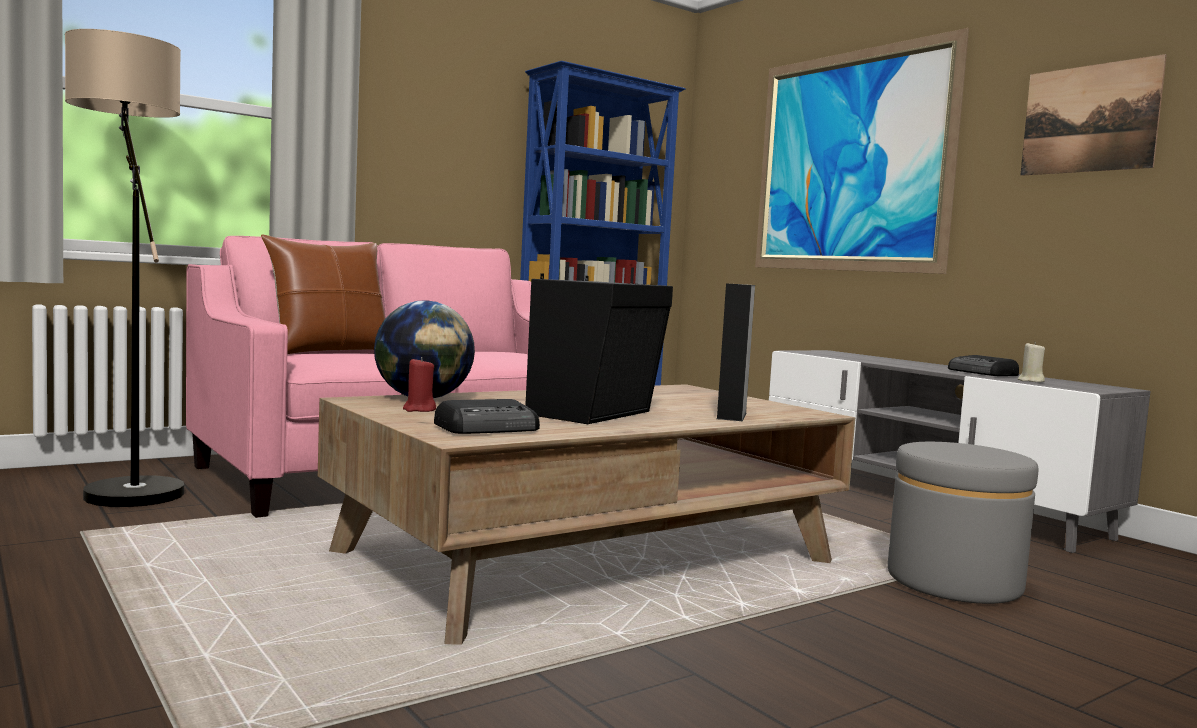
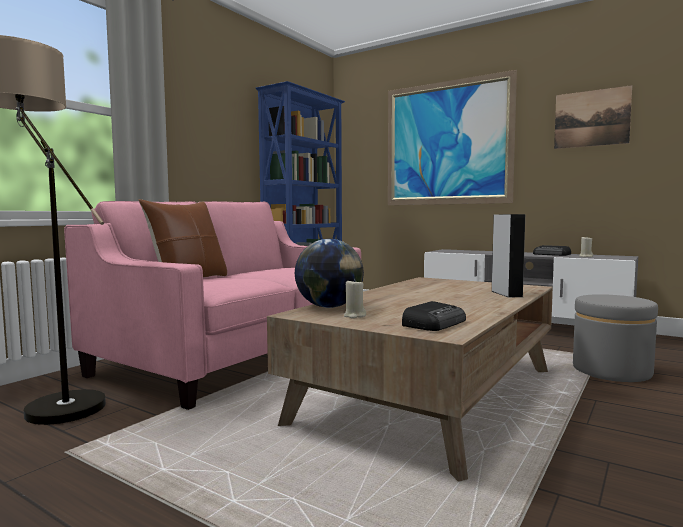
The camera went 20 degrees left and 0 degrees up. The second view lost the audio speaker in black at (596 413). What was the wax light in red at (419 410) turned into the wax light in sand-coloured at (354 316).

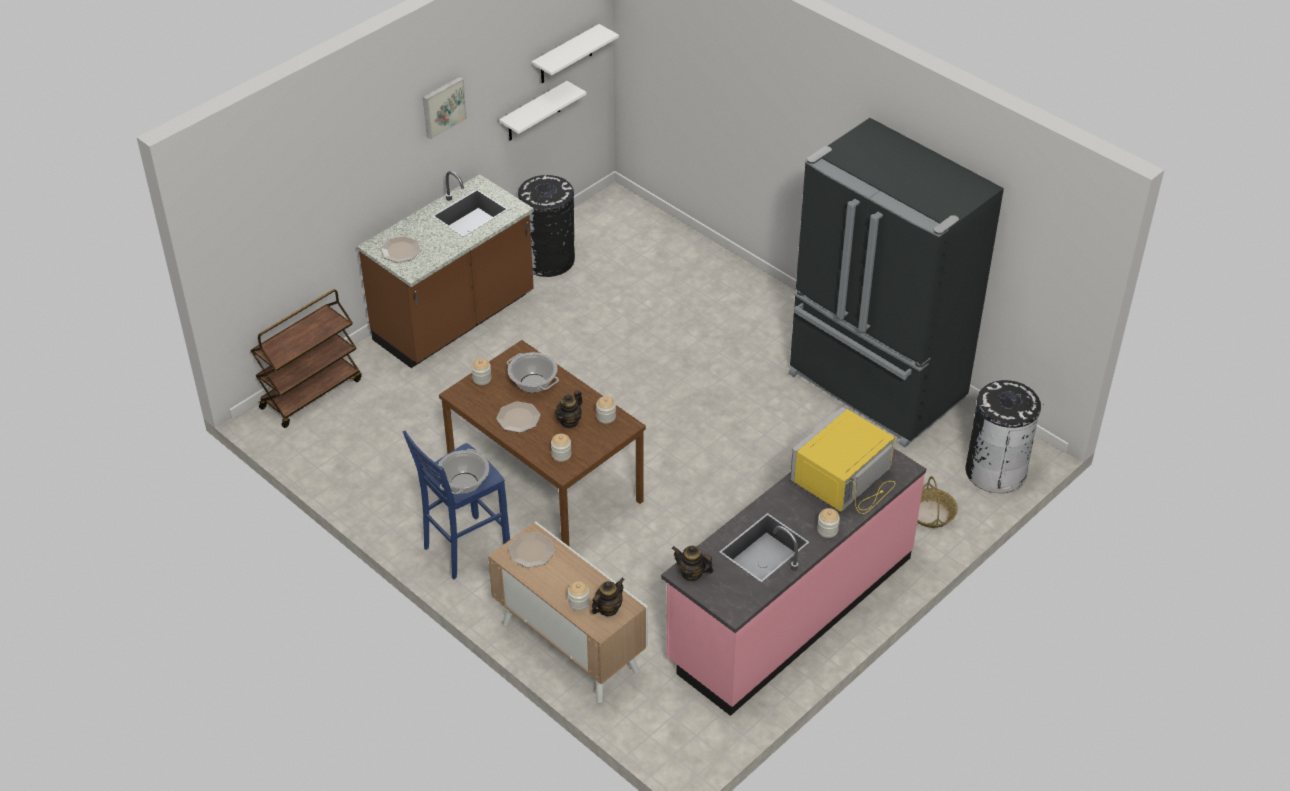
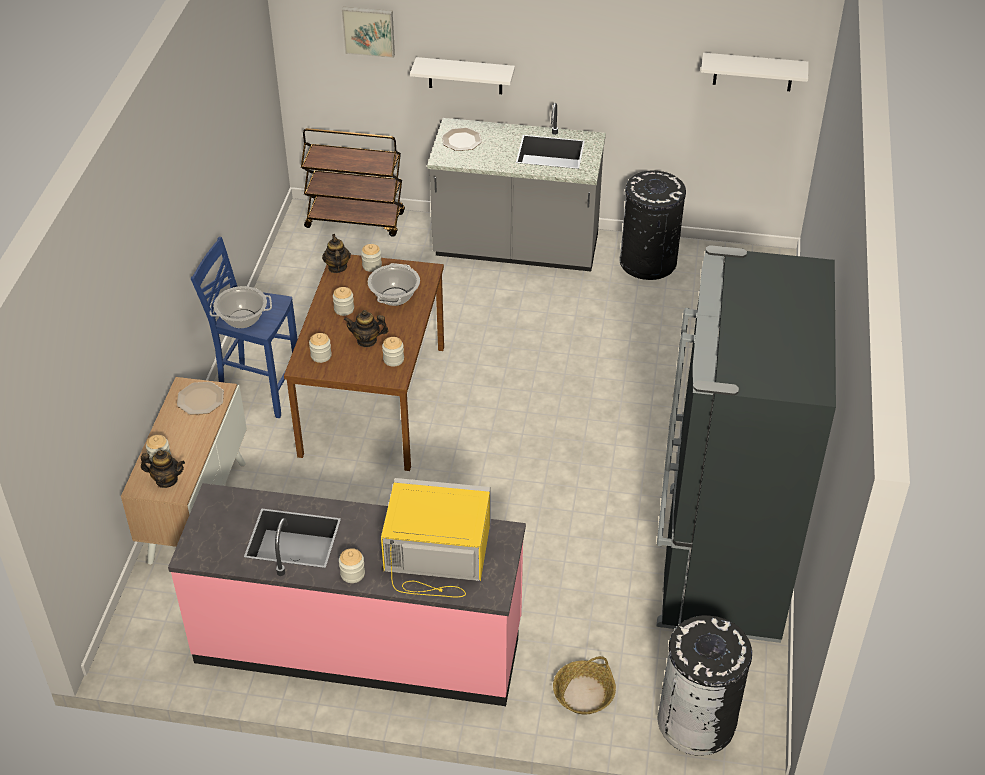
The camera went 55 degrees right and 0 degrees up. The picture ended up elsewhere, having gone from (443 106) to (369 30). The wall shelf in white-coloured ended up elsewhere, having gone from (534 112) to (465 76). What was the kitchen base unit in brown-coloured at (455 320) turned into the kitchen base unit in gray at (516 249). Where the dinner plate stood at (519 418), the jar came to stand at (344 309). The teapot ended up elsewhere, having gone from (691 574) to (337 267).

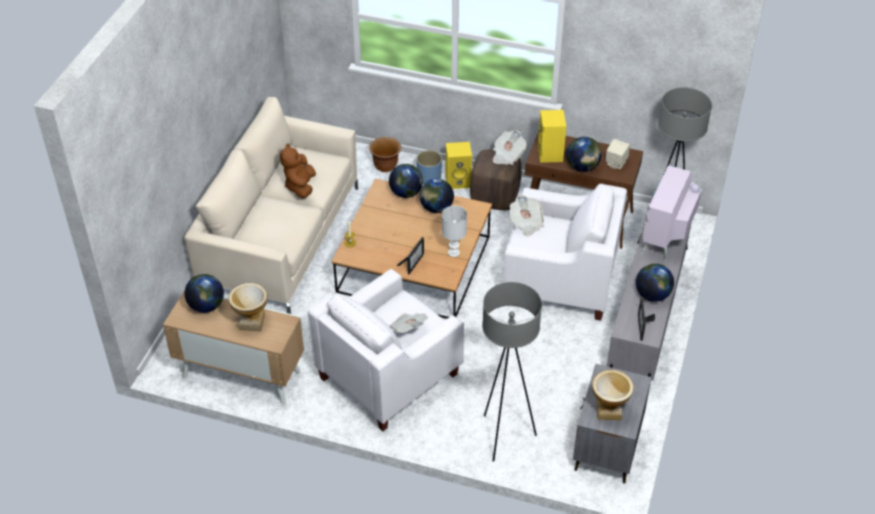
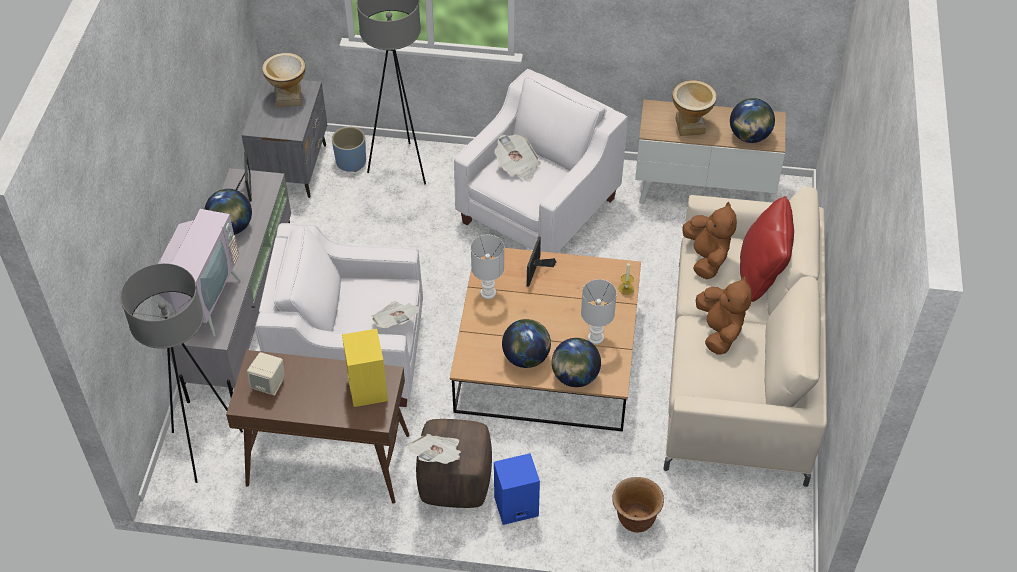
The camera went 170 degrees right and 5 degrees up. The second view lost the world globe at (582 167). What was the audio speaker in yellow-coloured at (459 181) turned into the audio speaker in blue at (515 507). The planter in blue ended up elsewhere, having gone from (429 178) to (350 162). The second view gained the pillow in red at (761 275). The second view gained the cuddly toy in brown-coloured at (706 258). The second view gained the tabletop lamp in white-coloured at (595 337).

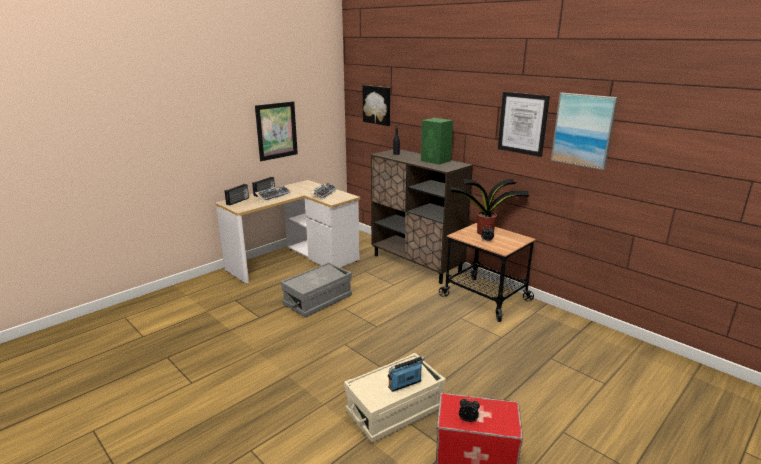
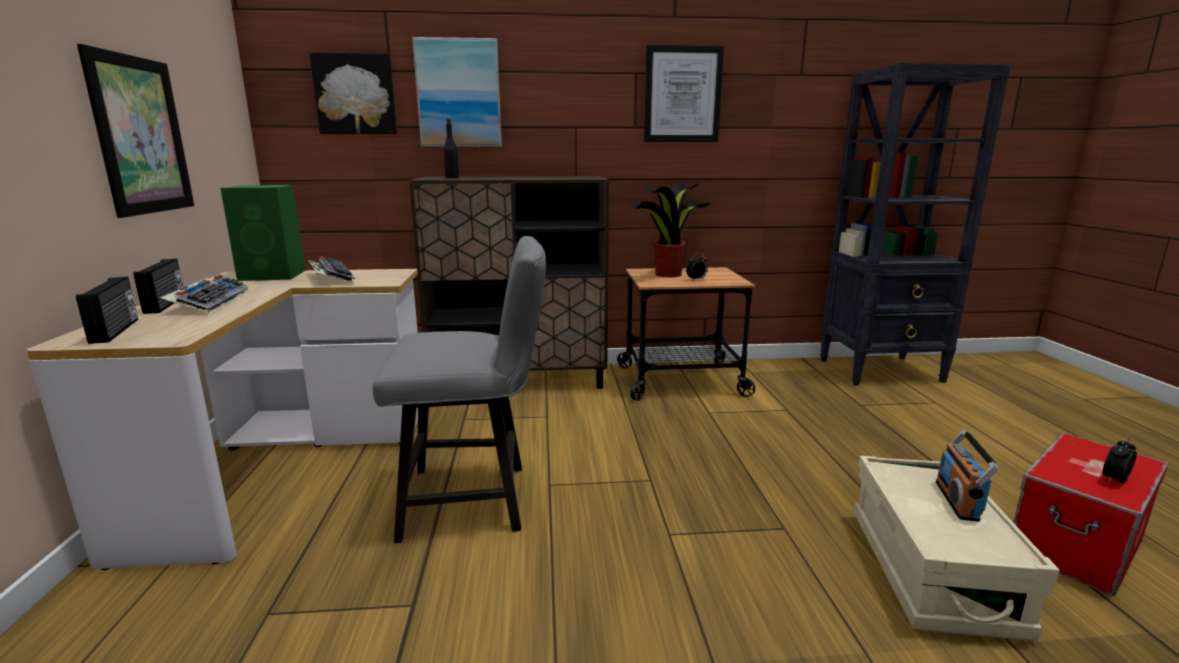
The camera went 50 degrees left and 5 degrees down. The picture ended up elsewhere, having gone from (583 130) to (459 94). The audio speaker in green ended up elsewhere, having gone from (436 161) to (274 275). Where the storage container in gray stood at (318 300), the chair in gray came to stand at (477 499). The second view gained the bookshelf in black at (881 371).

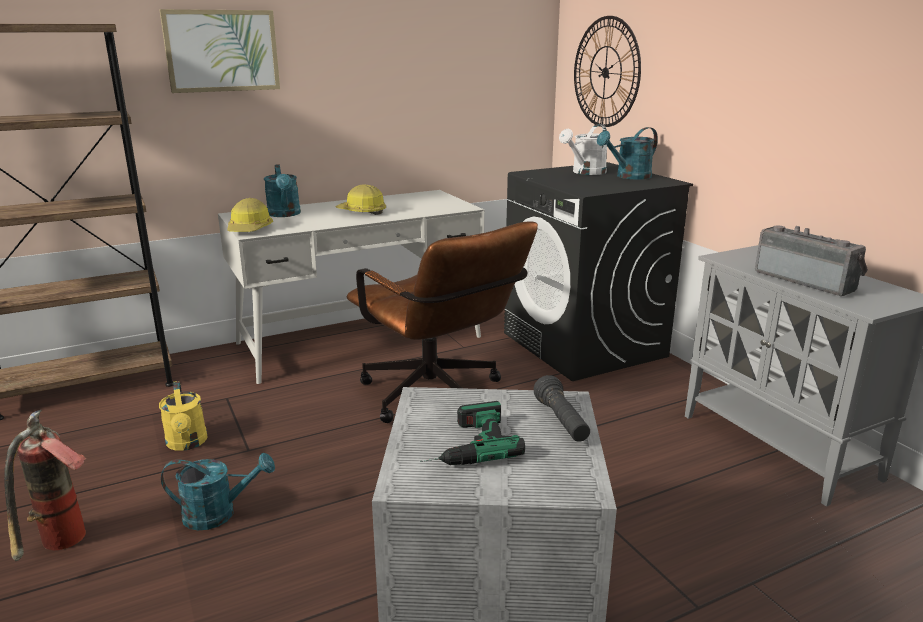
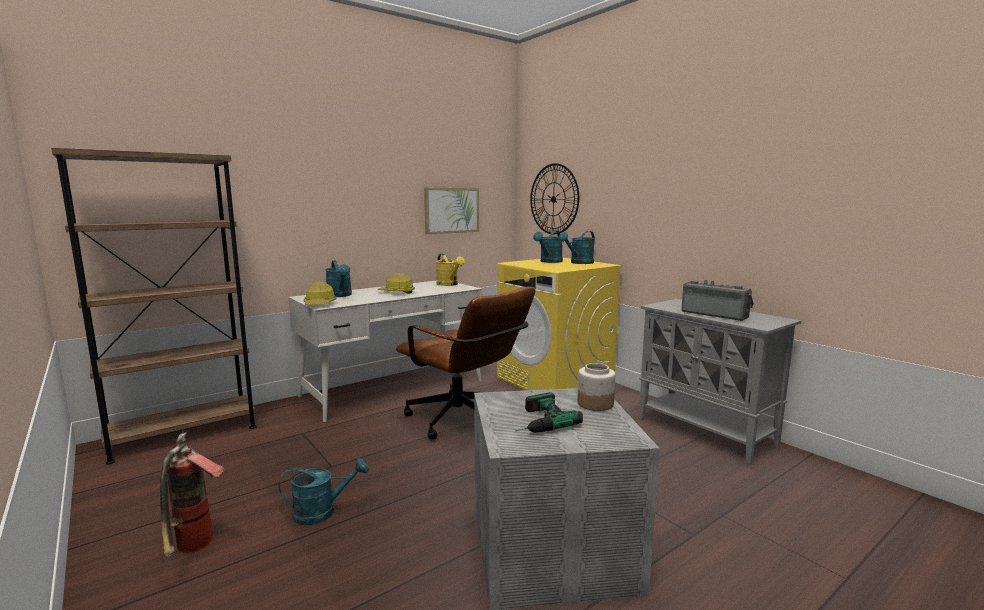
The camera went 10 degrees left and 10 degrees down. The picture ended up elsewhere, having gone from (222 51) to (451 210). What was the watering can in white-coloured at (585 172) turned into the watering can in turquoise at (549 262). What was the laundry machine in black at (584 345) turned into the laundry machine in yellow-coloured at (555 381). Where the flashlight in black stood at (561 422), the jar came to stand at (595 404). The watering can in yellow-coloured ended up elsewhere, having gone from (187 443) to (449 284).

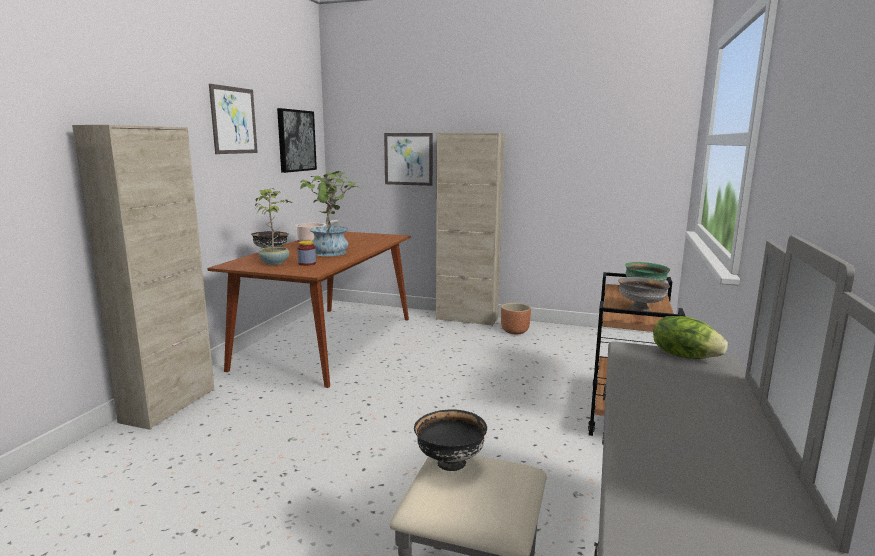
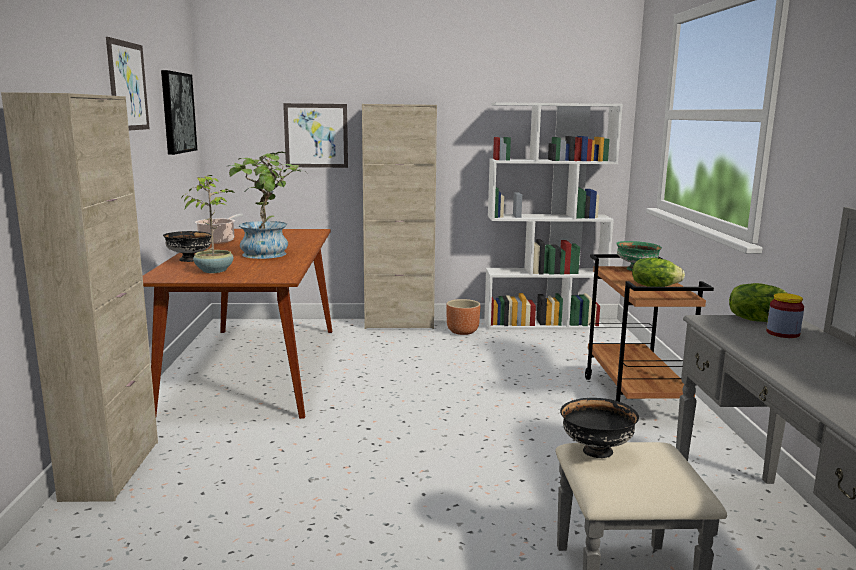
The camera went 20 degrees left and 0 degrees up. The jar ended up elsewhere, having gone from (307 263) to (782 333). Where the bowl in gray stood at (640 308), the lettuce came to stand at (654 286). The second view gained the bookshelf in white-coloured at (544 324).

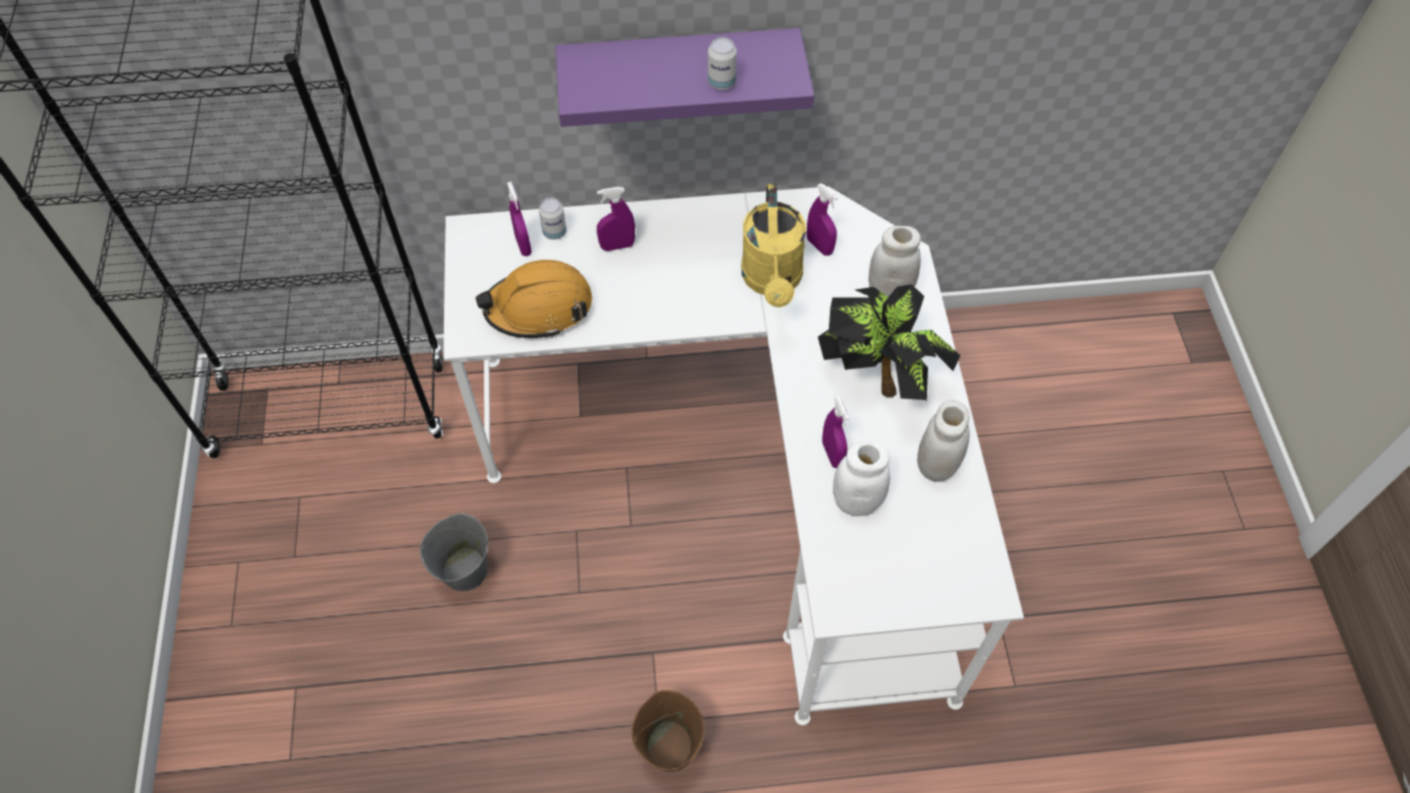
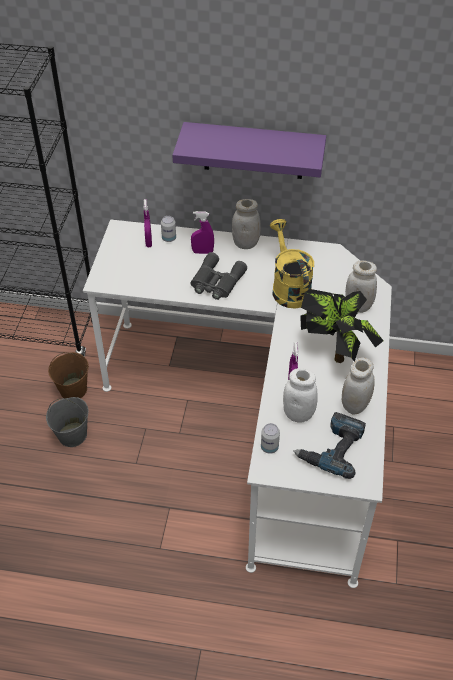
The camera went 15 degrees right and 10 degrees down. The metal can ended up elsewhere, having gone from (721 82) to (269 447). The second view lost the hand sprayer in purple at (819 246). The watering can in yellow-coloured at (773 281) ended up facing another way, 150 degrees clockwise from before. The second view lost the hard hat in orange-coloured at (539 307). The bucket in brown-coloured ended up elsewhere, having gone from (669 746) to (73 389). The second view gained the jar in white-coloured at (245 243). The second view gained the field glasses in gray at (216 282). The second view gained the drill at (332 447).

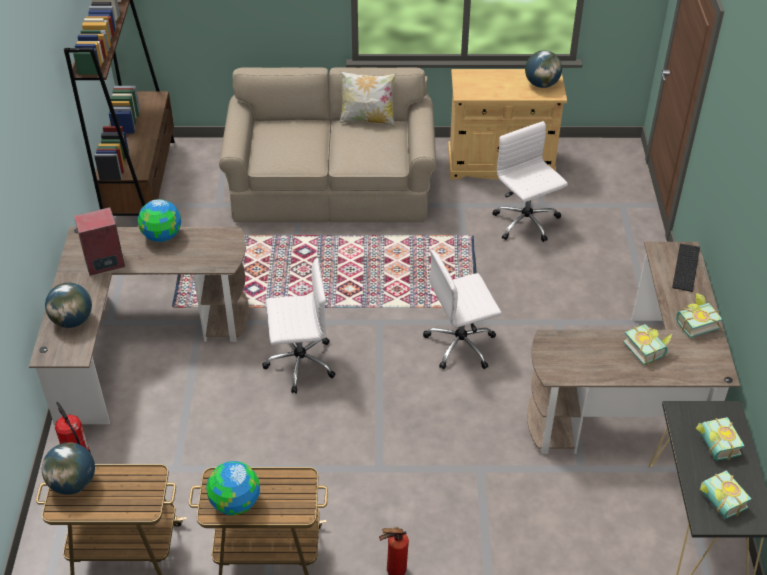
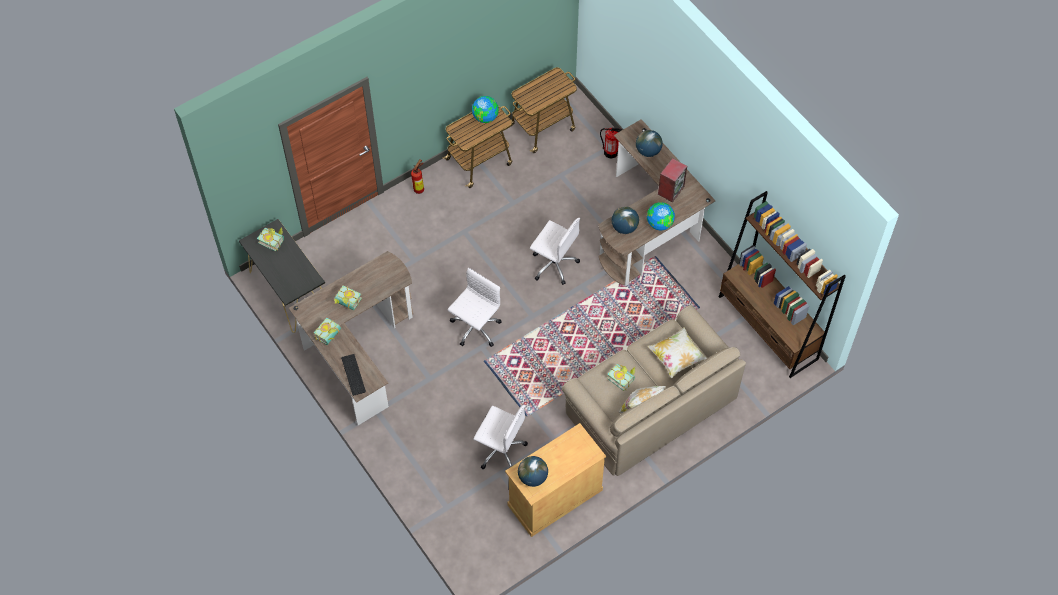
The camera went 145 degrees right and 15 degrees up. The computer chair in white-coloured at (299 363) ended up facing another way, 105 degrees counterclockwise from before. The bound book ended up elsewhere, having gone from (714 446) to (622 377). The world globe ended up elsewhere, having gone from (73 483) to (624 227). The second view gained the pillow at (676 357).

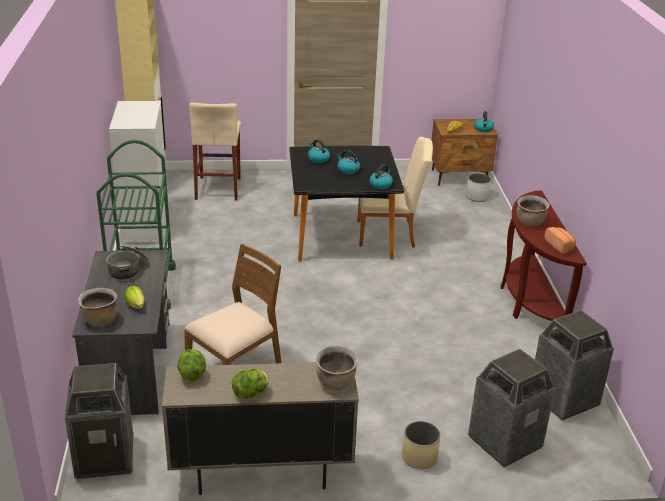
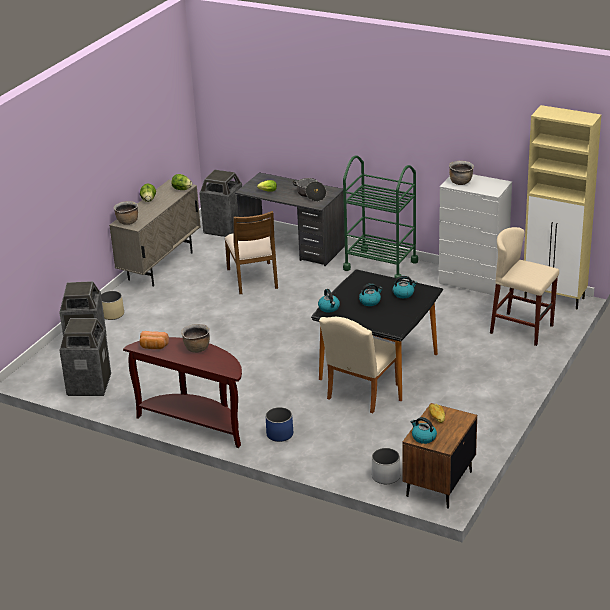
The camera went 125 degrees right and 0 degrees up. The cooking pot in brown-coloured ended up elsewhere, having gone from (100 320) to (460 182). The second view gained the planter in blue at (279 434).

